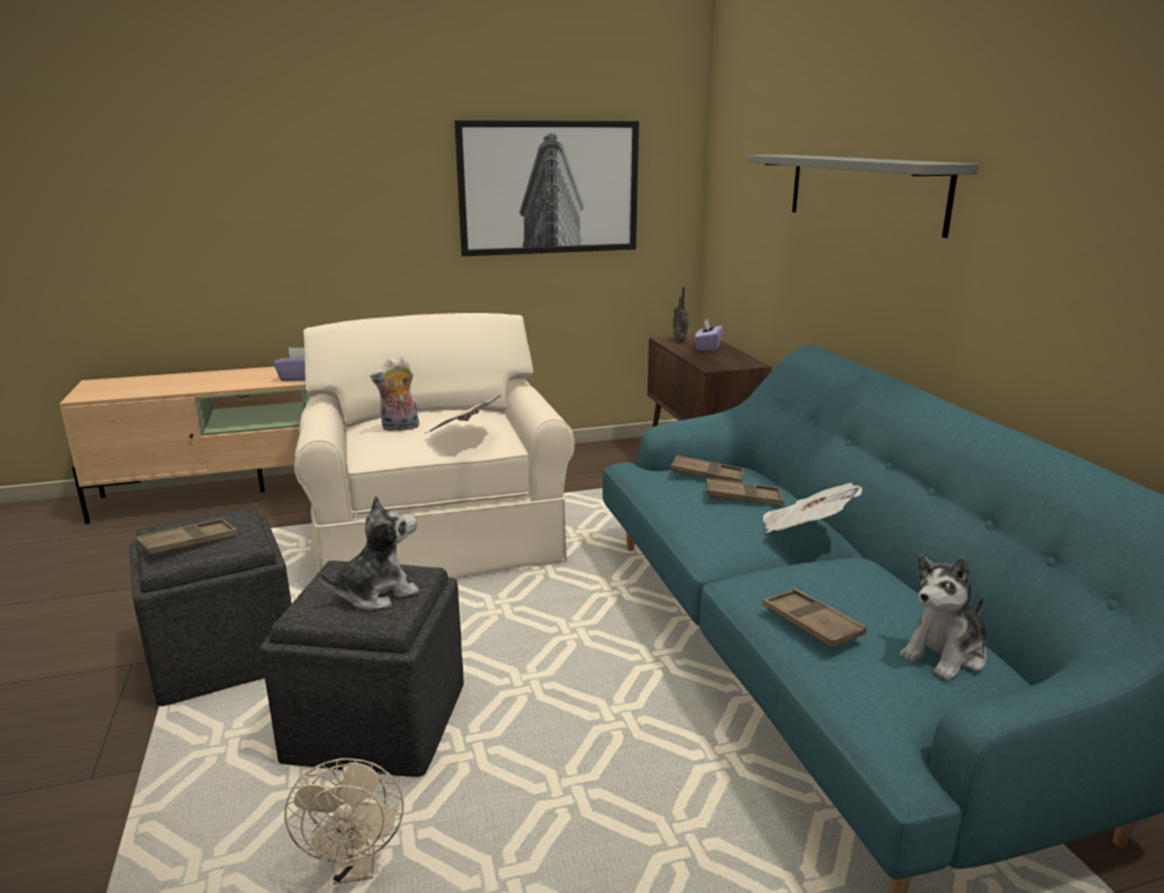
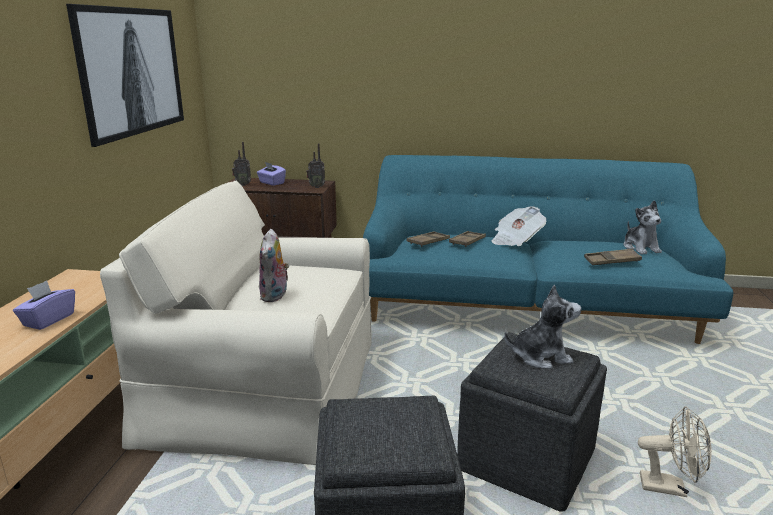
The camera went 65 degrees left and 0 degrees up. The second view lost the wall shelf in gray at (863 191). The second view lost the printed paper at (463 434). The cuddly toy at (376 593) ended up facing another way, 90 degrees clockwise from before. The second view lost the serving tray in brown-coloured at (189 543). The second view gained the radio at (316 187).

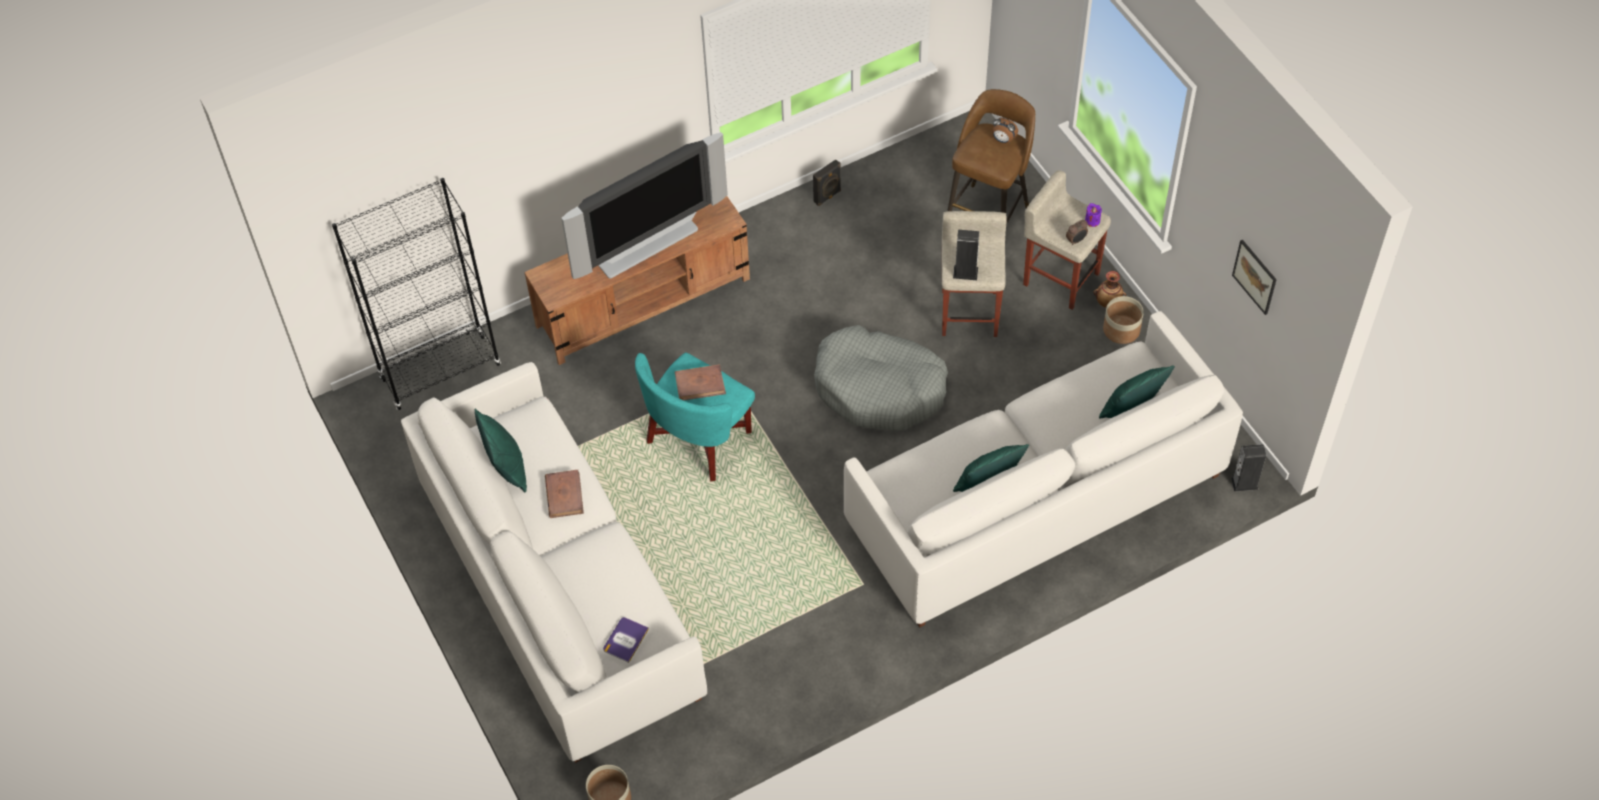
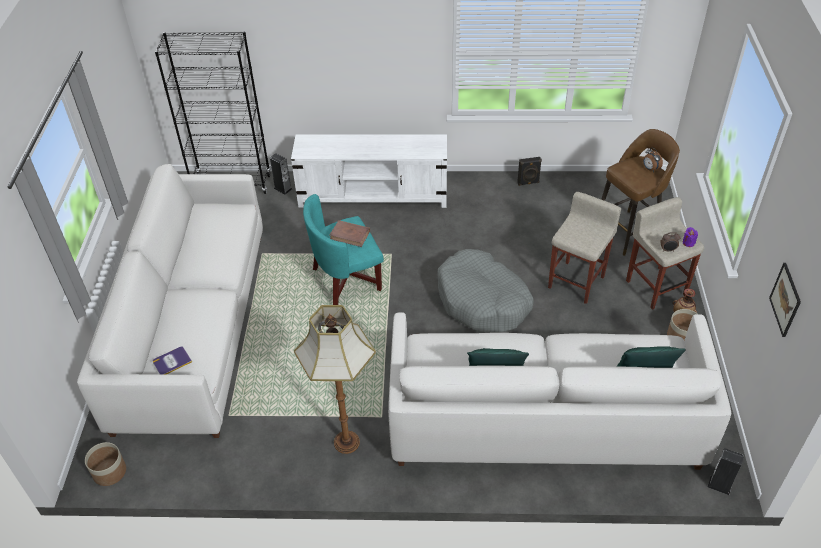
The camera went 30 degrees right and 10 degrees down. The second view lost the television at (647 244). What was the media console in brown-coloured at (644 302) turned into the media console in white-coloured at (373 195). The audio speaker ended up elsewhere, having gone from (965 272) to (283 188). The second view lost the pillow in green at (507 467). The second view lost the bound book in brown-coloured at (564 495). The second view gained the standing lamp at (346 443).

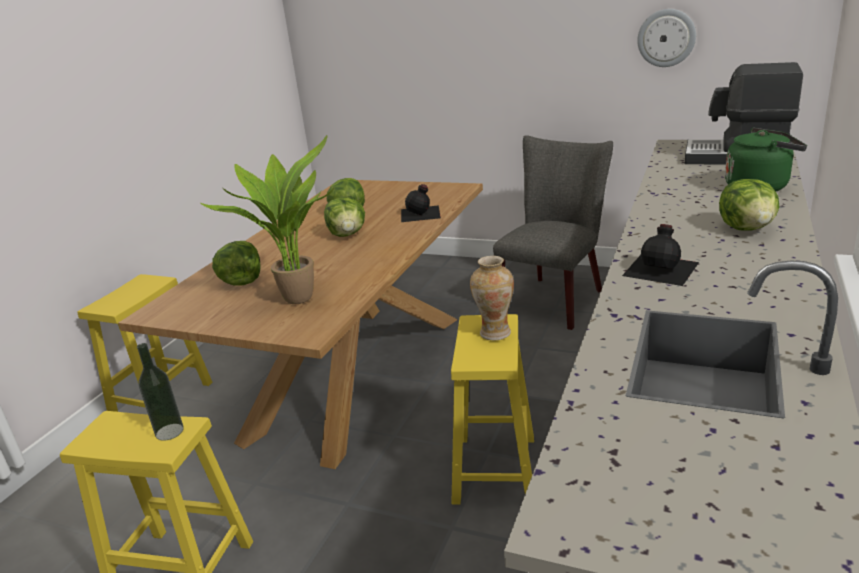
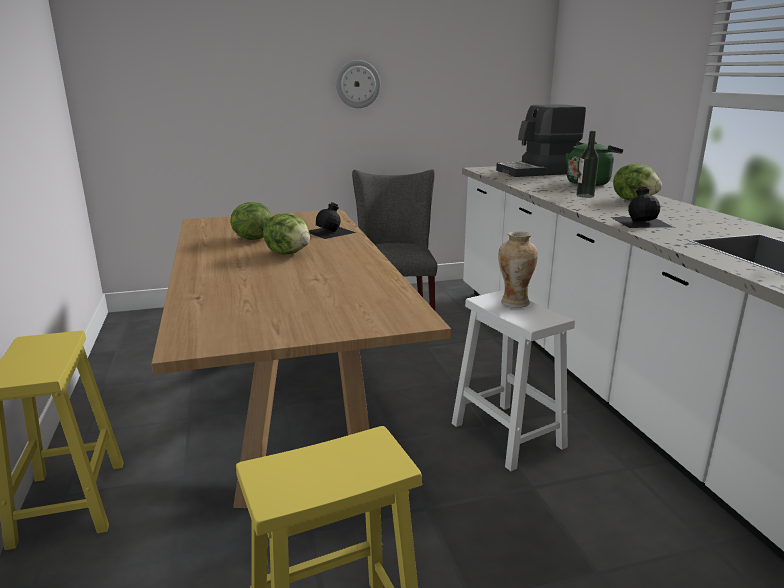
The camera went 40 degrees left and 5 degrees down. The wall clock ended up elsewhere, having gone from (666 38) to (357 84). The second view lost the plant in a pot at (298 297). The second view lost the lettuce at (241 282). What was the stool seat in yellow-coloured at (495 470) turned into the stool seat in white-coloured at (509 436). The beverage bottle ended up elsewhere, having gone from (169 432) to (585 196).

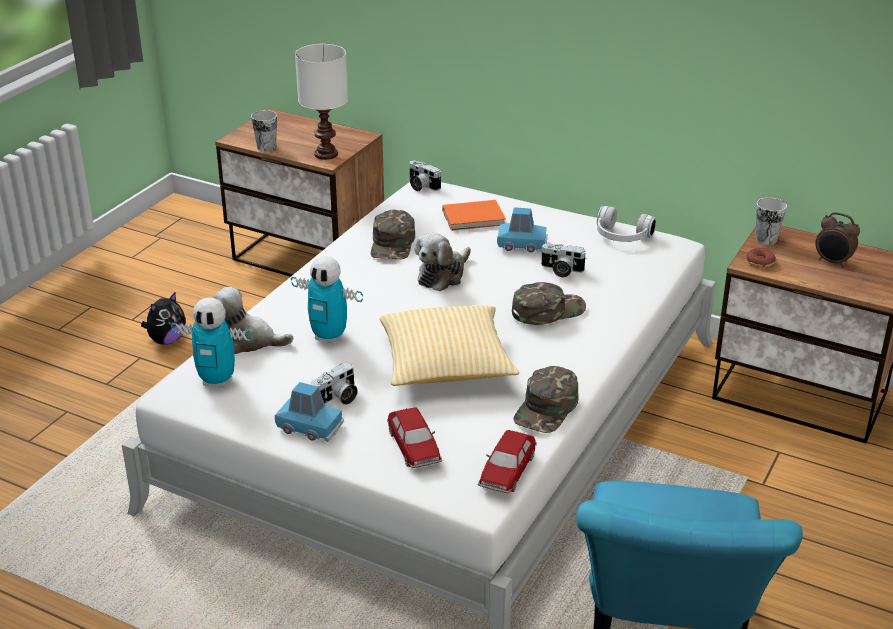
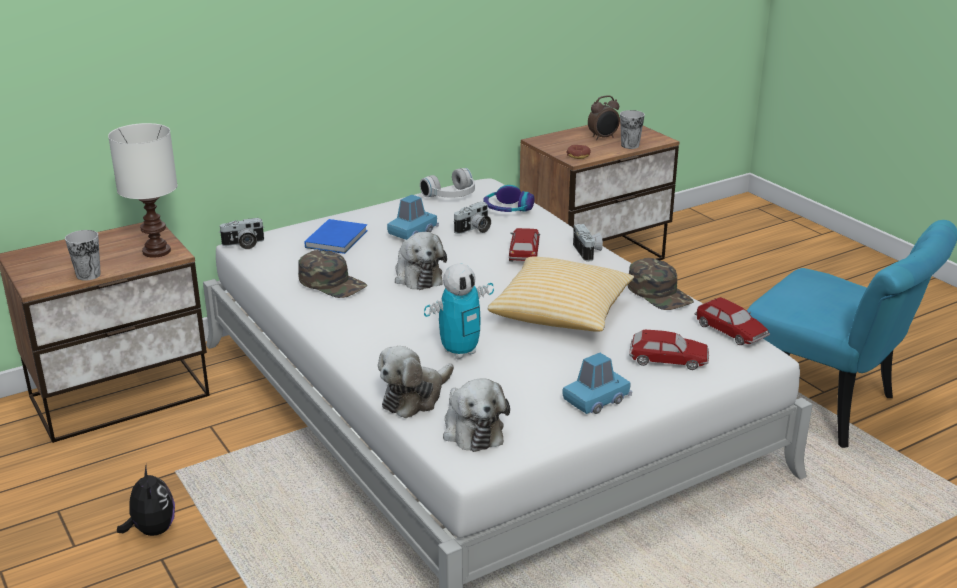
The camera went 60 degrees left and 5 degrees down. The drinking cup ended up elsewhere, having gone from (766 239) to (630 145). What was the bound book in orange-coloured at (475 218) turned into the bound book in blue at (338 238). Where the peaked cap in green stood at (548 310), the model car came to stand at (524 252). Where the robot figure stood at (217 381), the cuddly toy came to stand at (471 429). The still camera ended up elsewhere, having gone from (337 398) to (588 252). The second view gained the pair of headphones at (507 209).

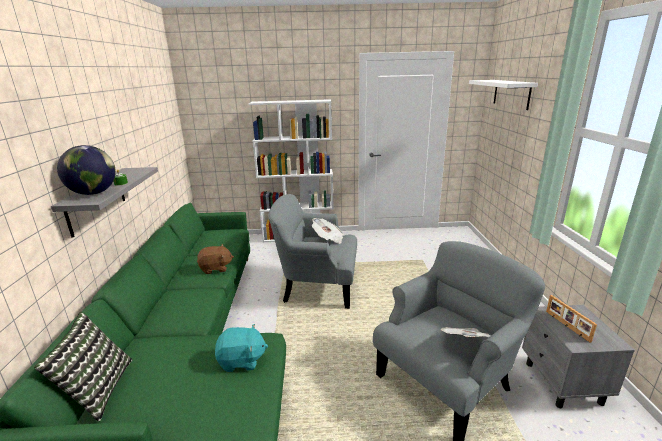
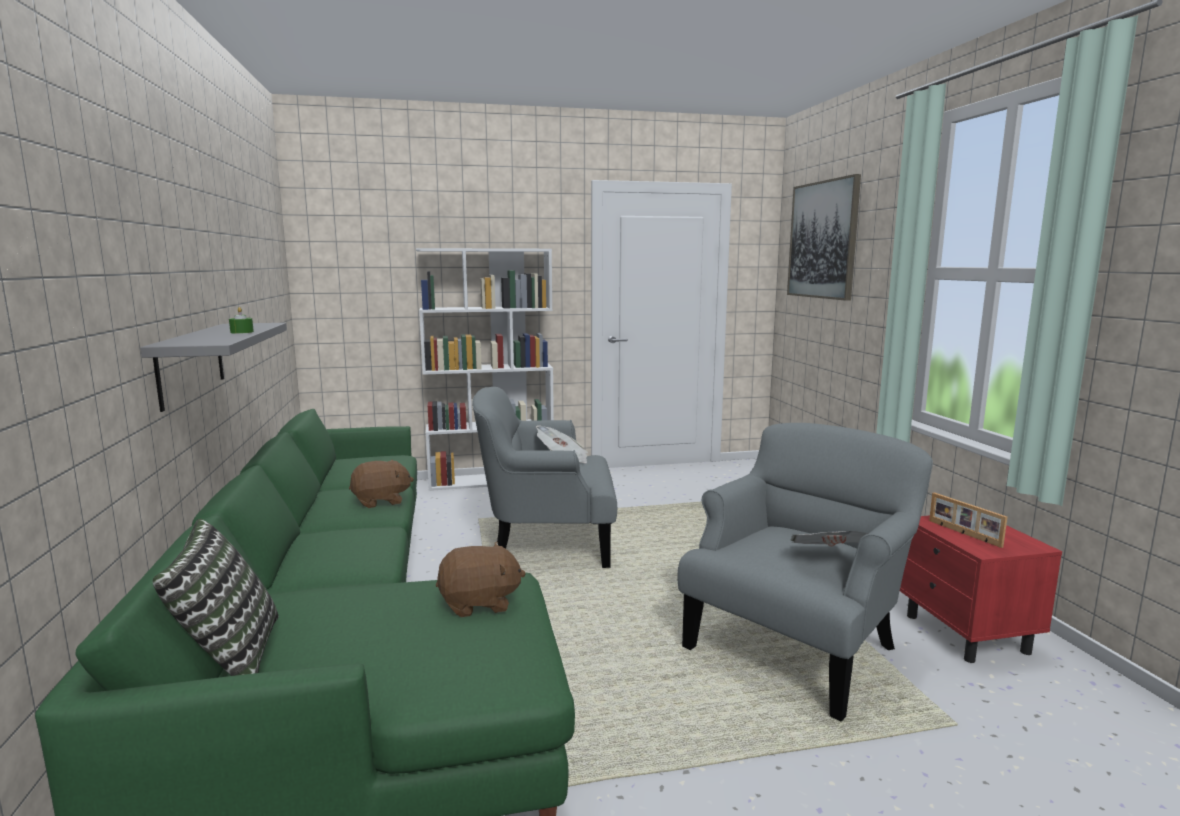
The camera went 10 degrees left and 10 degrees down. Where the wall shelf in white-coloured hung at (511 93), the picture came to hang at (823 240). The second view lost the world globe at (94 193). What was the nightstand in gray at (563 383) turned into the nightstand in red at (966 634). What was the cuddly toy in turquoise at (241 360) turned into the cuddly toy in brown-coloured at (479 603).

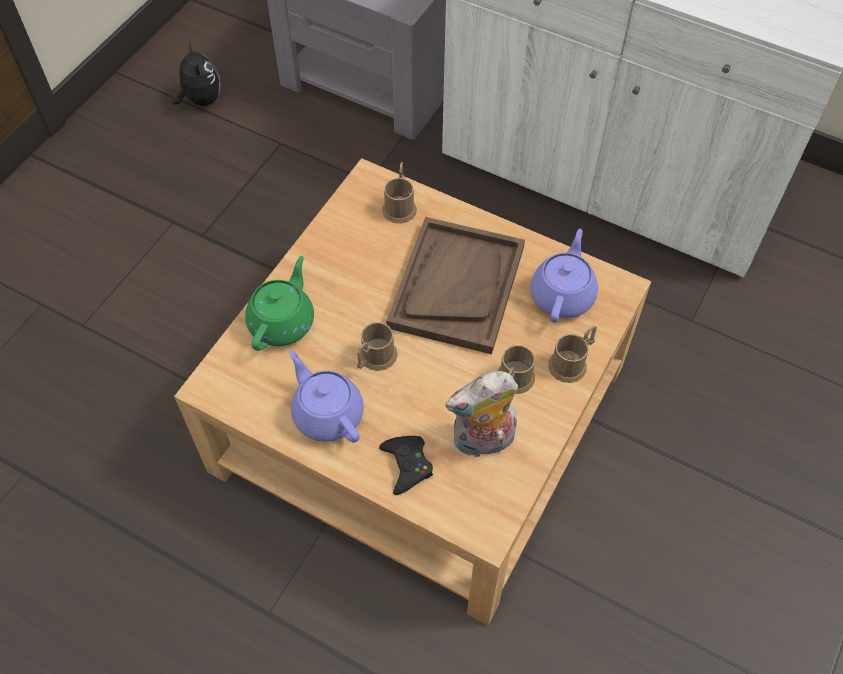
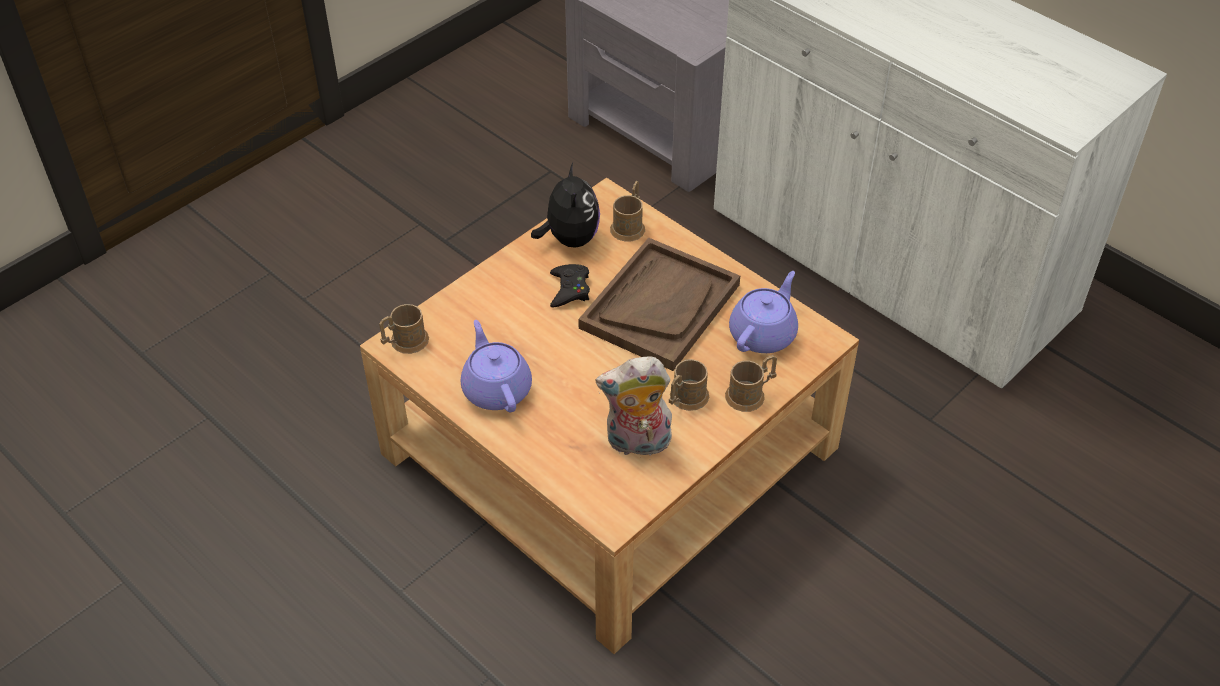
The camera went 15 degrees right and 10 degrees down. The cuddly toy ended up elsewhere, having gone from (201 100) to (569 238). The second view lost the teapot in green at (282 322). The mug in brown-coloured ended up elsewhere, having gone from (374 358) to (404 342). The game controller in black ended up elsewhere, having gone from (407 465) to (569 289).

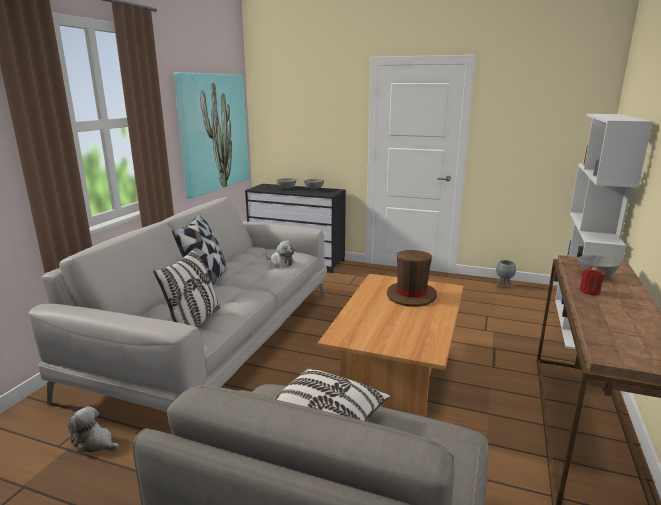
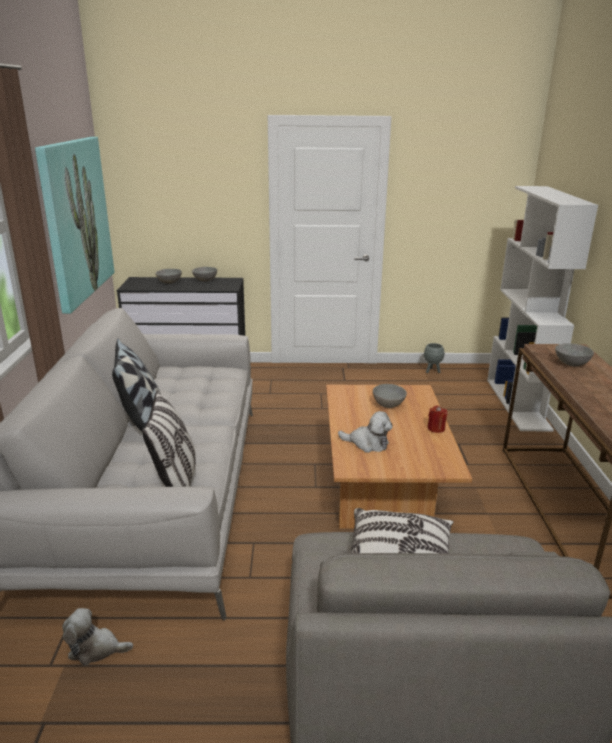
The camera went 20 degrees left and 5 degrees up. The cuddly toy ended up elsewhere, having gone from (281 263) to (367 443). Where the wearable hat in brown-coloured stood at (411 295), the bowl in gray came to stand at (389 405). The wax light in red ended up elsewhere, having gone from (589 291) to (436 428).

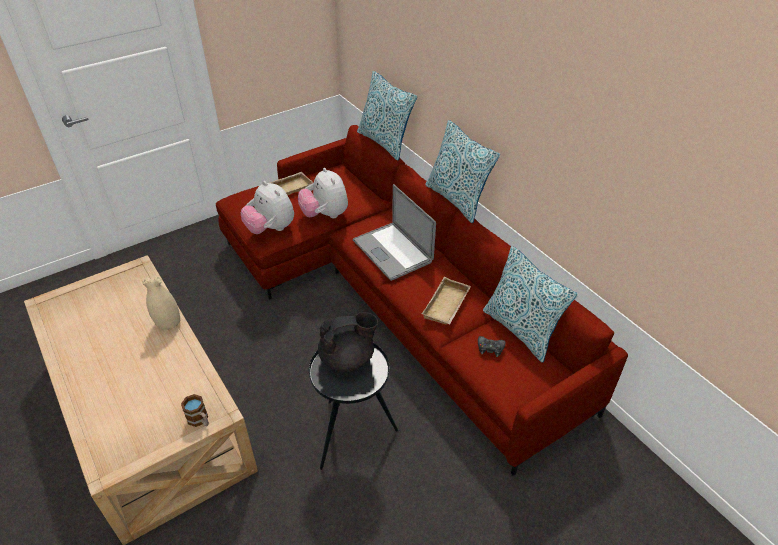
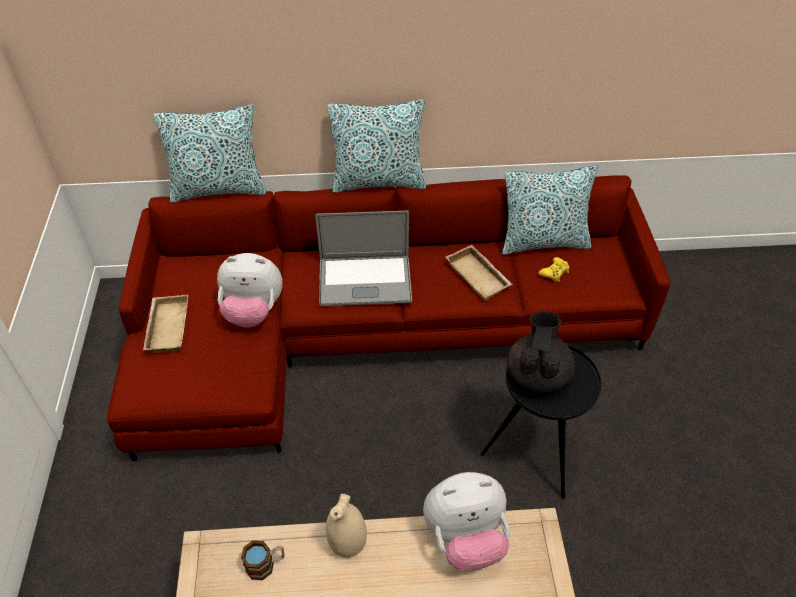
The camera went 60 degrees left and 5 degrees up. The cuddly toy ended up elsewhere, having gone from (270 229) to (465 538). What was the game controller in black at (490 348) turned into the game controller in yellow-coloured at (554 272). The mug ended up elsewhere, having gone from (200 420) to (266 565).

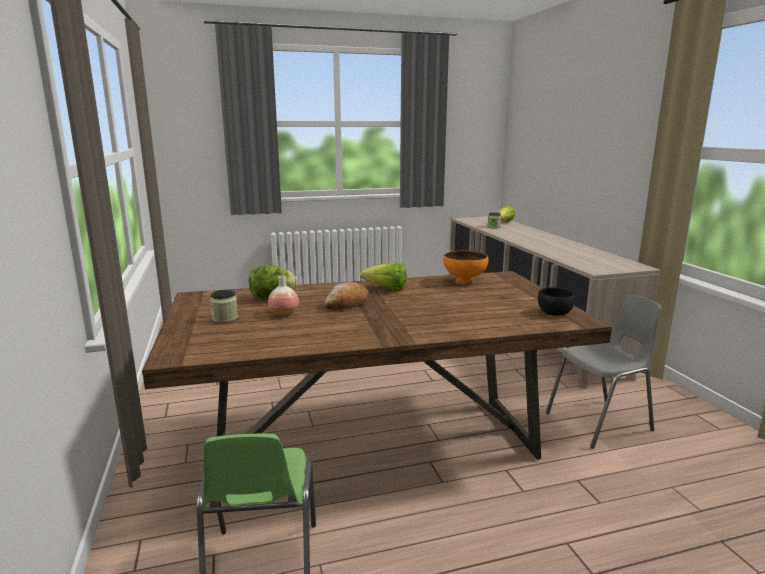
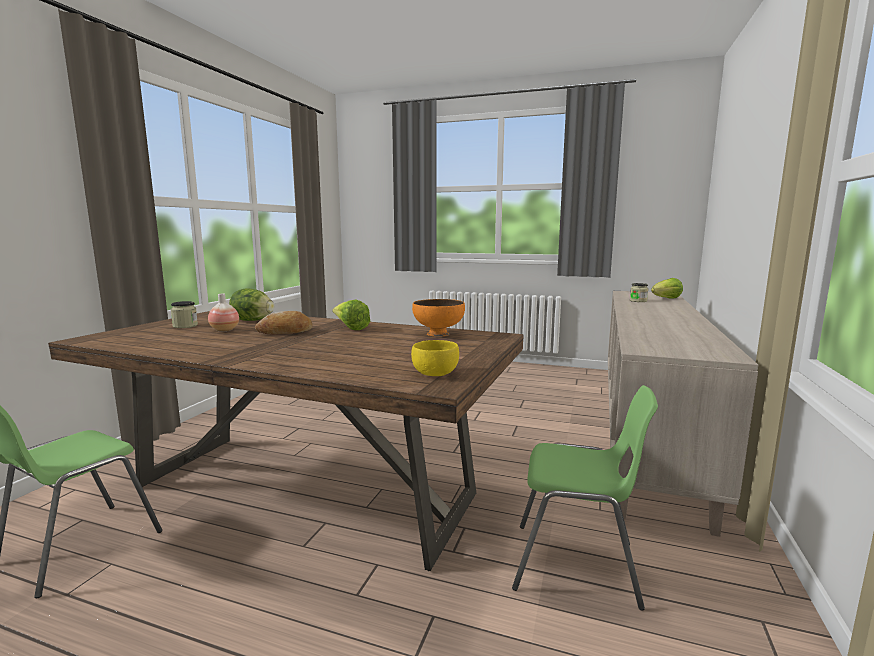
The camera went 35 degrees right and 5 degrees down. What was the bowl in black at (555 313) turned into the bowl in yellow-coloured at (434 373). What was the chair in gray at (600 422) turned into the chair in green at (576 565).

